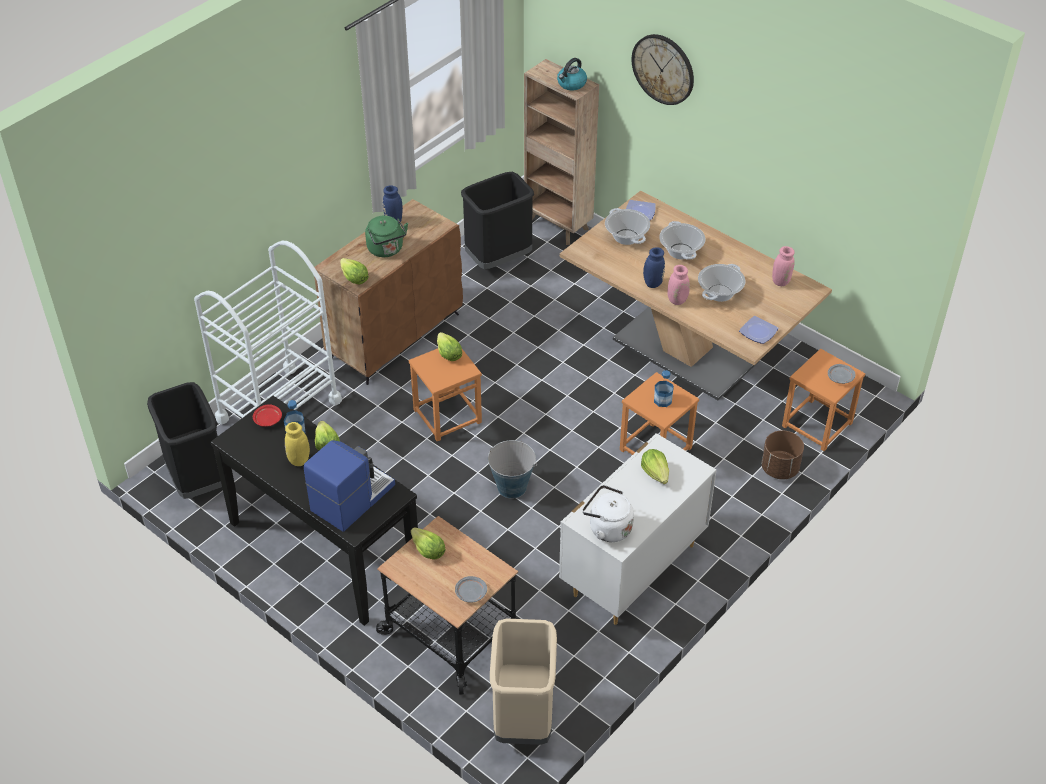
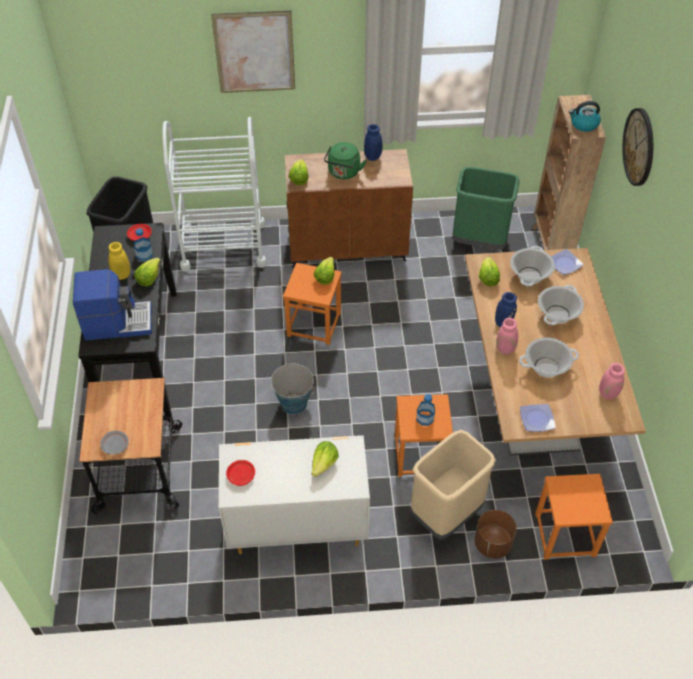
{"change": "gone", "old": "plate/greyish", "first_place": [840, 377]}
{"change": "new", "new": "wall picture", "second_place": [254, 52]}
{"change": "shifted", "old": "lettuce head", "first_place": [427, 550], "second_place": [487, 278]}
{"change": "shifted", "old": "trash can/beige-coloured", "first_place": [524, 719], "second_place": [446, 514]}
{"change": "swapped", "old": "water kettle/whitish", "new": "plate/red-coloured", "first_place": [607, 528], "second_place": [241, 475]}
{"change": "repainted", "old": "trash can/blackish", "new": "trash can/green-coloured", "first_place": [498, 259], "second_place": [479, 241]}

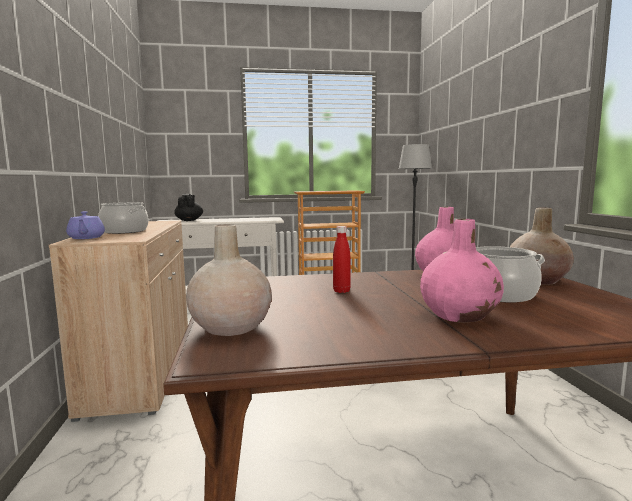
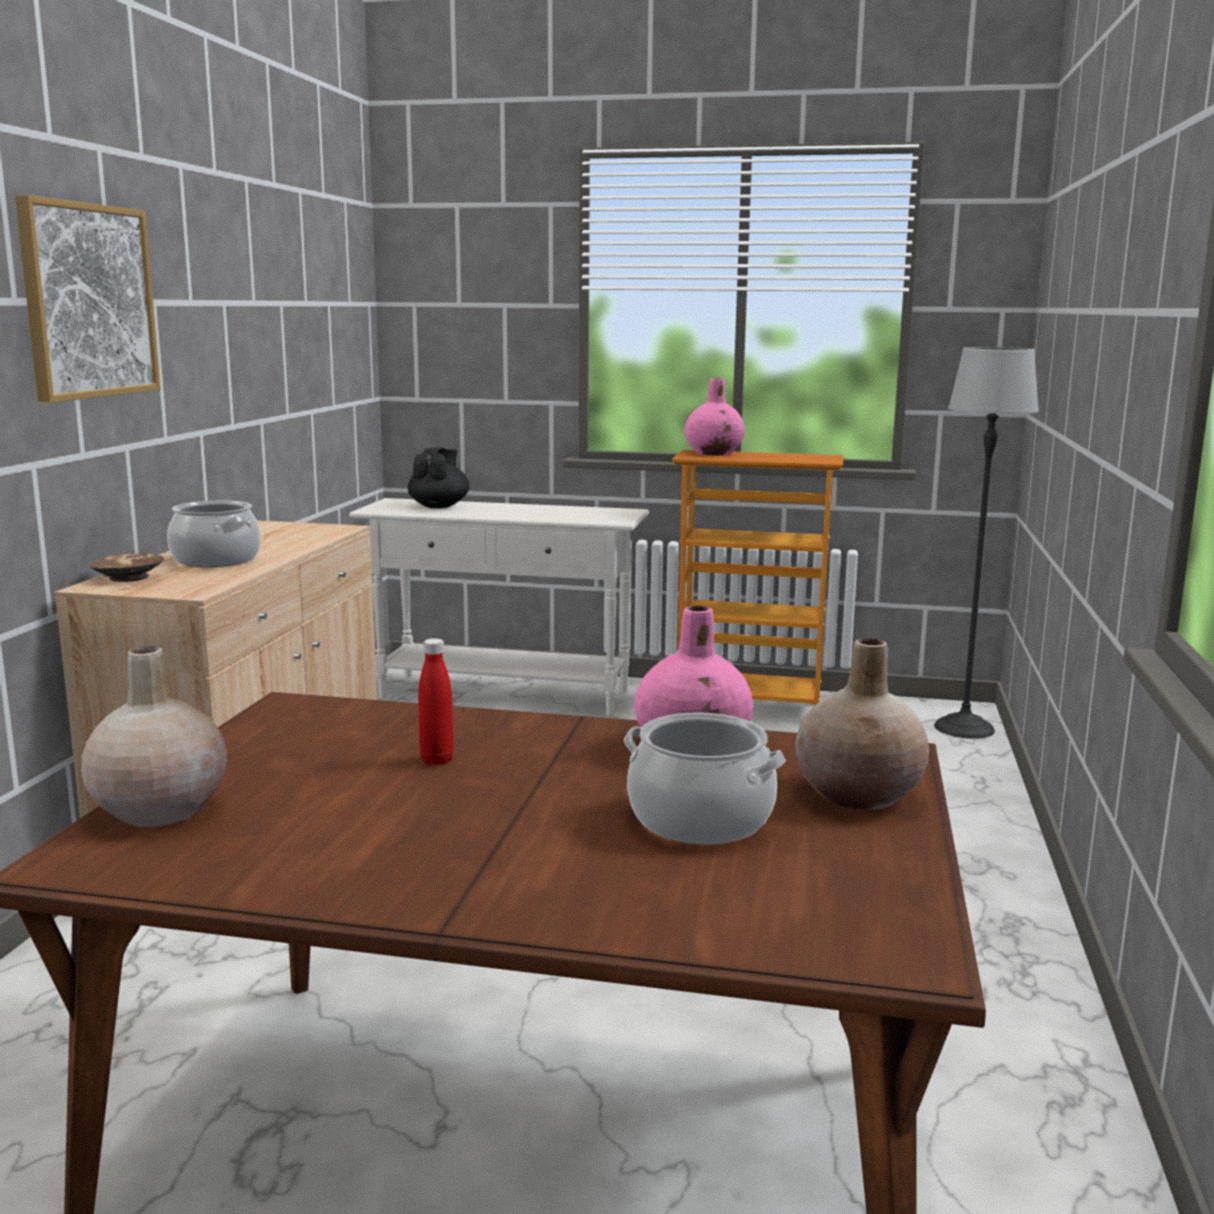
{"change": "new", "new": "wall picture", "second_place": [88, 301]}
{"change": "shifted", "old": "decorative vase/pink-coloured", "first_place": [459, 315], "second_place": [714, 453]}
{"change": "swapped", "old": "tea pot/purple-coloured", "new": "serving bowl/brown", "first_place": [86, 238], "second_place": [129, 577]}

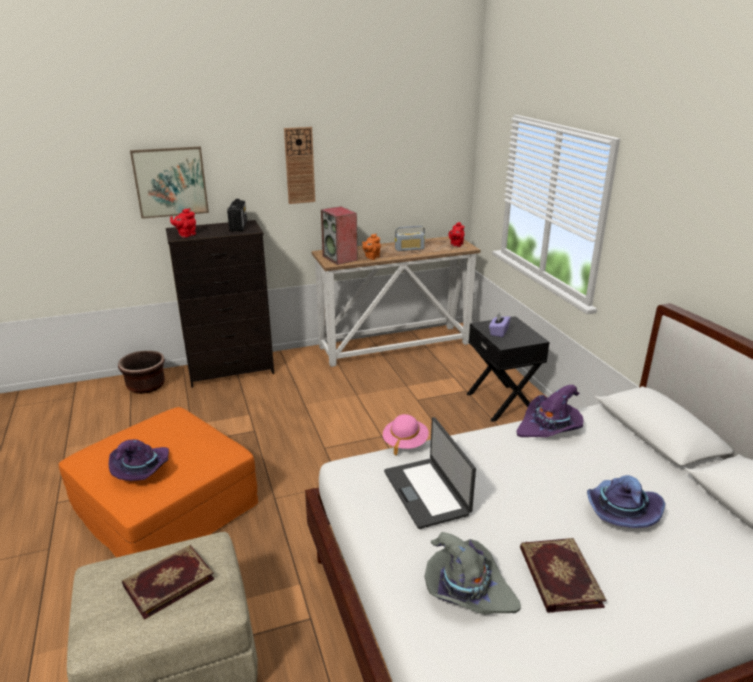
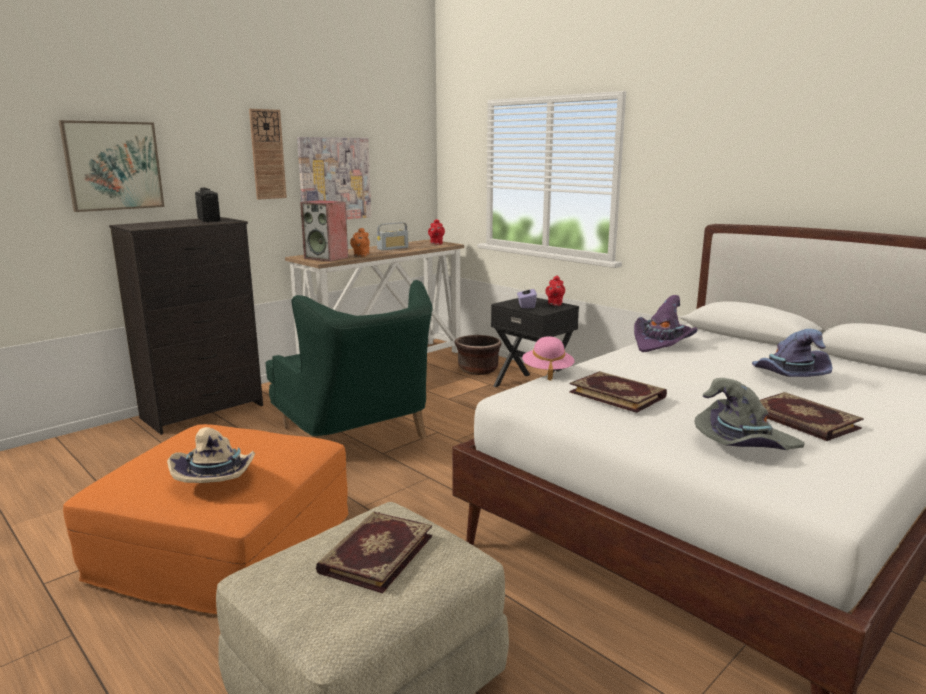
{"change": "new", "new": "easy chair/green-coloured", "second_place": [355, 434]}
{"change": "new", "new": "wall picture", "second_place": [334, 179]}
{"change": "shifted", "old": "flower pot/brown", "first_place": [146, 386], "second_place": [477, 370]}
{"change": "shifted", "old": "tea pot/red-coloured", "first_place": [186, 235], "second_place": [554, 304]}
{"change": "swapped", "old": "portable computer", "new": "bound book", "first_place": [427, 492], "second_place": [617, 394]}
{"change": "repainted", "old": "hat/purple-coloured", "new": "hat/beige-coloured", "first_place": [142, 470], "second_place": [216, 477]}

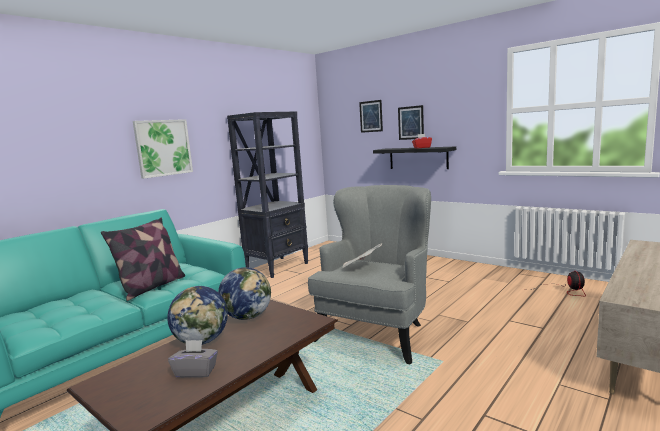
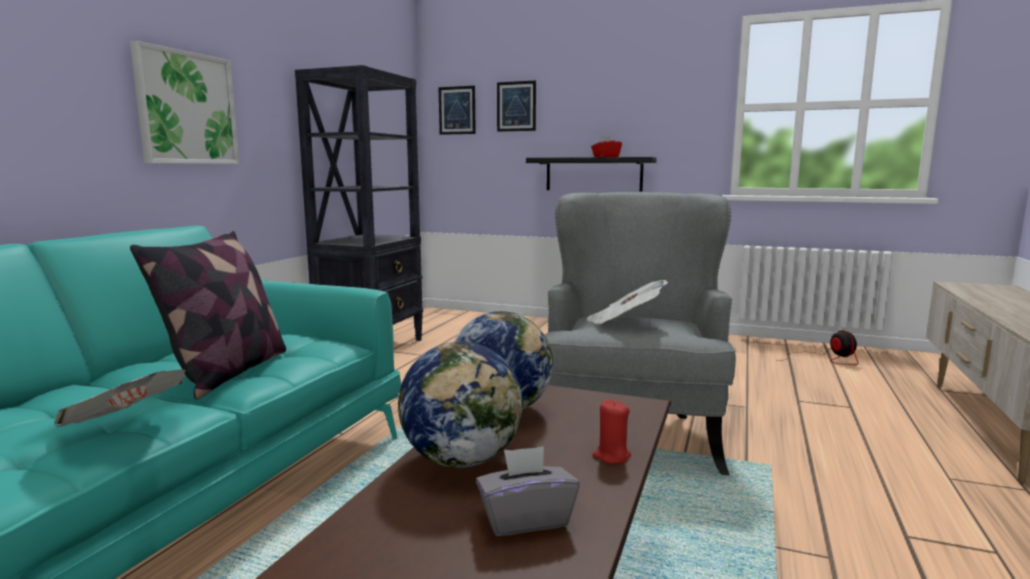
{"change": "new", "new": "daily paper", "second_place": [126, 428]}
{"change": "new", "new": "wax light/red-coloured", "second_place": [611, 456]}
{"change": "shifted", "old": "wall picture", "first_place": [411, 123], "second_place": [457, 110]}

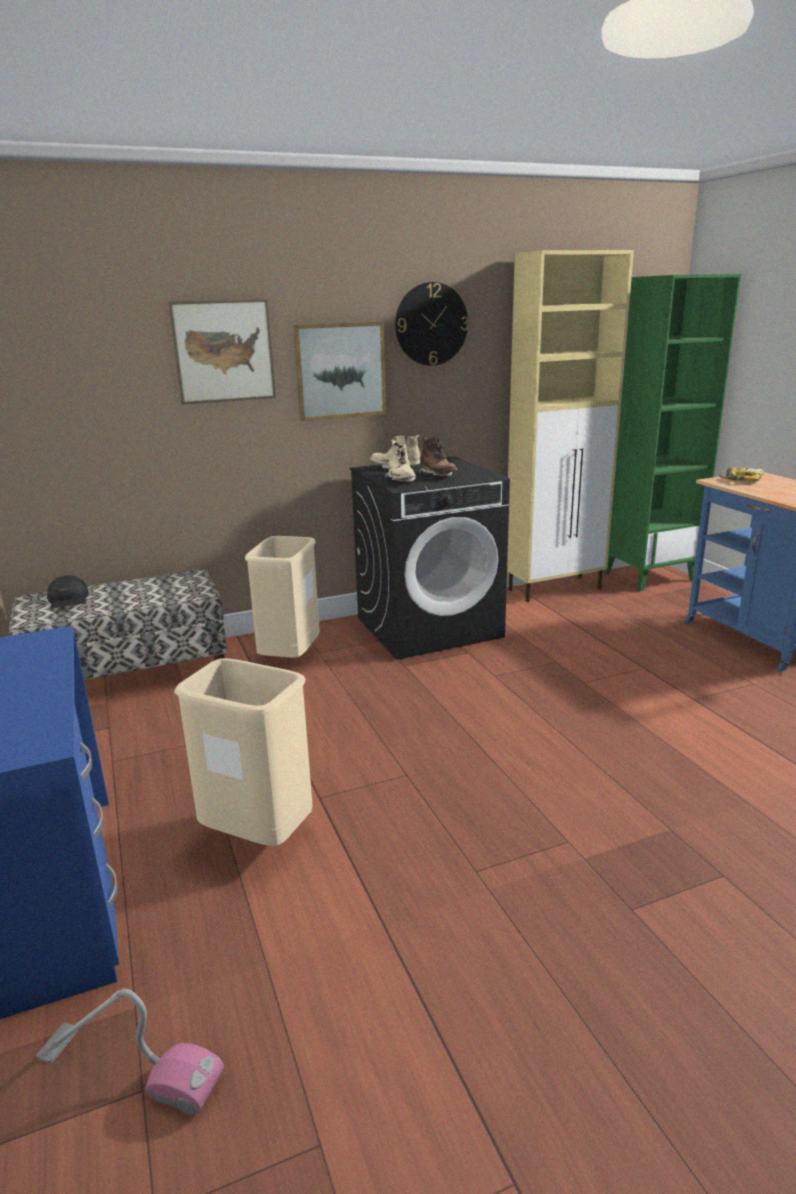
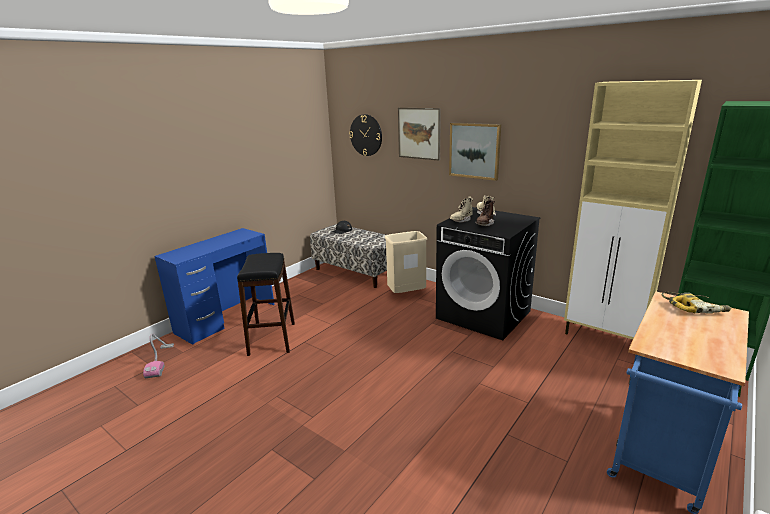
{"change": "shifted", "old": "clock on the wall", "first_place": [431, 324], "second_place": [366, 135]}
{"change": "swapped", "old": "trash can/beige-coloured", "new": "stool seat/blackish", "first_place": [258, 835], "second_place": [272, 339]}

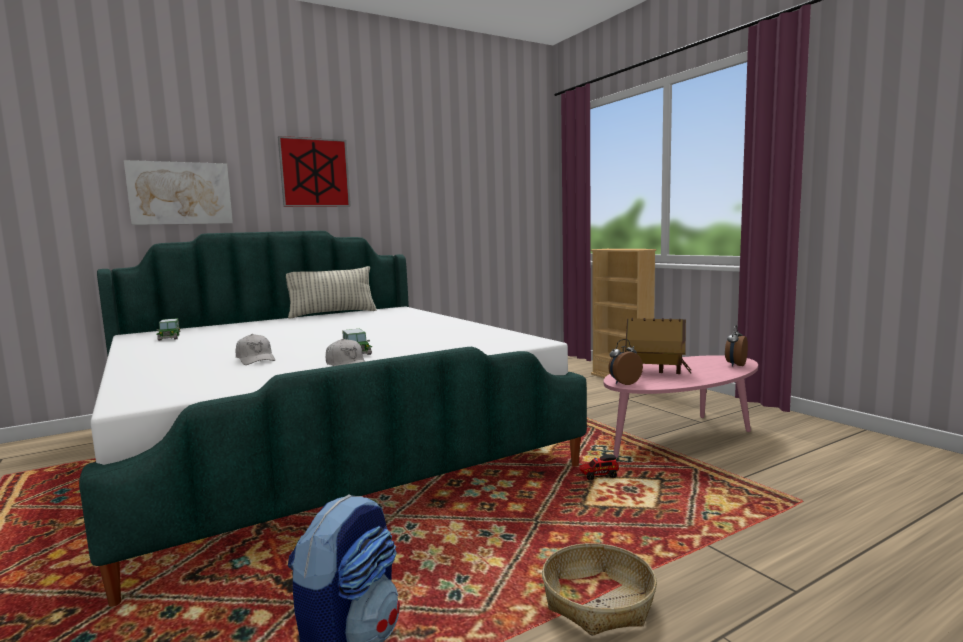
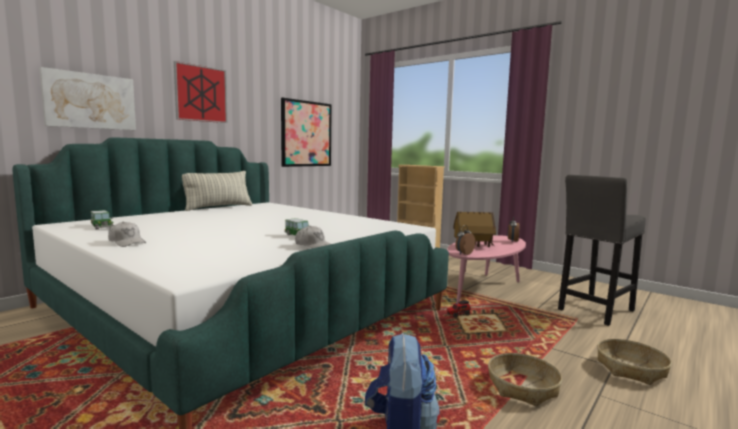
{"change": "new", "new": "wall picture", "second_place": [306, 134]}
{"change": "new", "new": "stool seat/greyish", "second_place": [594, 311]}
{"change": "new", "new": "basket", "second_place": [631, 369]}
{"change": "shifted", "old": "cap/whitish", "first_place": [256, 359], "second_place": [127, 242]}

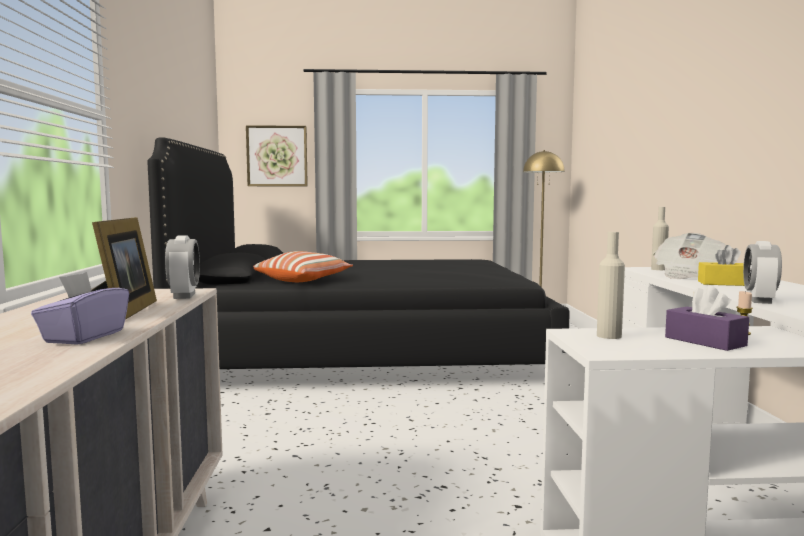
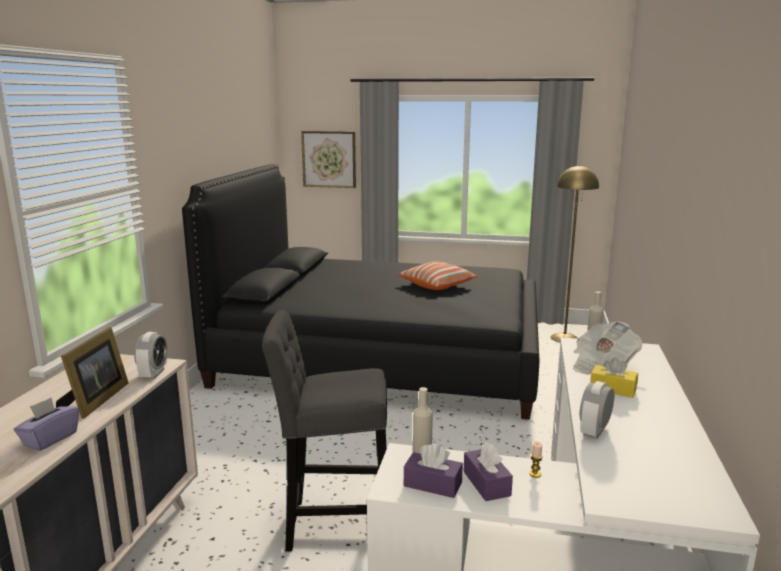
{"change": "new", "new": "stool seat/greyish", "second_place": [332, 524]}
{"change": "new", "new": "tissue box/purple-coloured", "second_place": [432, 484]}
{"change": "shifted", "old": "pillow", "first_place": [303, 280], "second_place": [438, 285]}

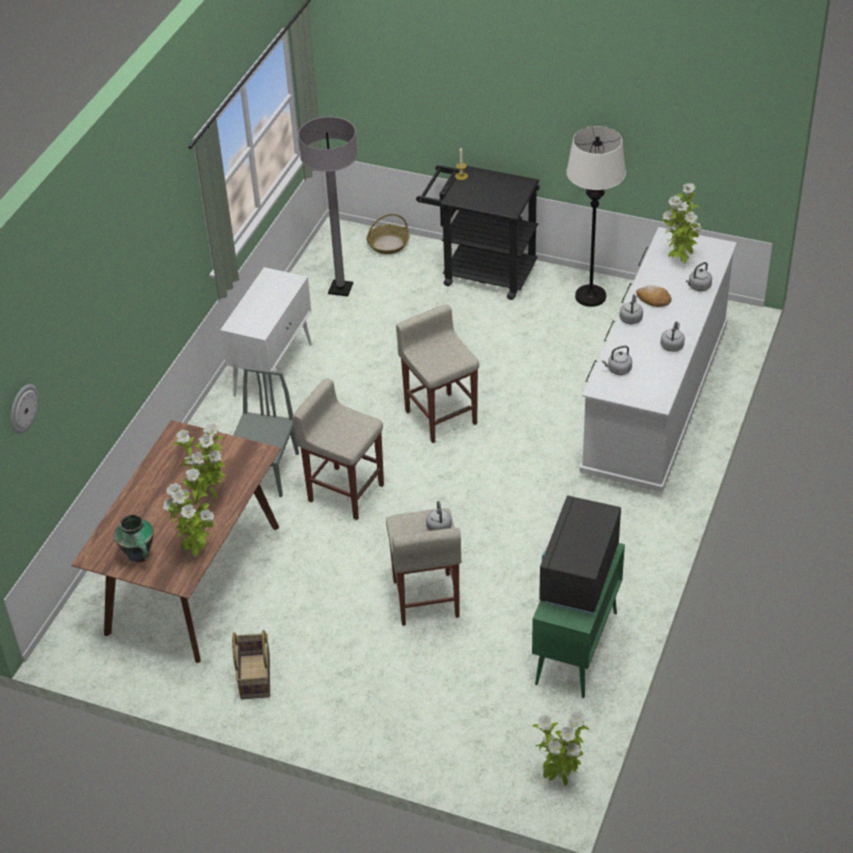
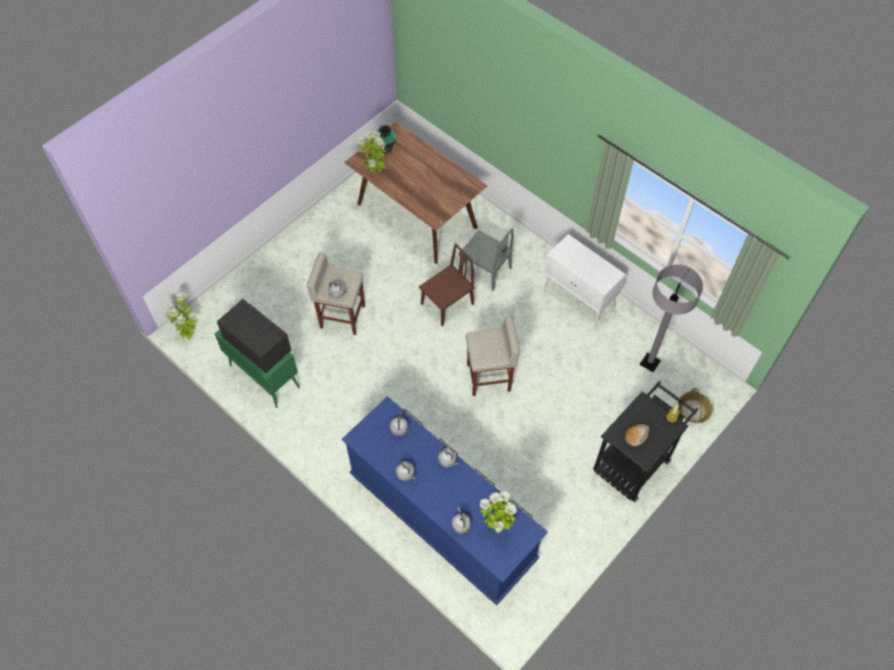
{"change": "gone", "old": "clock on the wall", "first_place": [23, 408]}
{"change": "gone", "old": "plant in a pot", "first_place": [210, 495]}
{"change": "gone", "old": "basket", "first_place": [254, 676]}
{"change": "gone", "old": "floor lamp/whitish", "first_place": [590, 296]}
{"change": "shifted", "old": "bread", "first_place": [653, 300], "second_place": [636, 436]}
{"change": "swapped", "old": "stool seat/beige-coloured", "new": "upright chair/brown", "first_place": [345, 492], "second_place": [447, 304]}
{"change": "repainted", "old": "dresser/whitish", "new": "dresser/blue-coloured", "first_place": [655, 401], "second_place": [442, 516]}

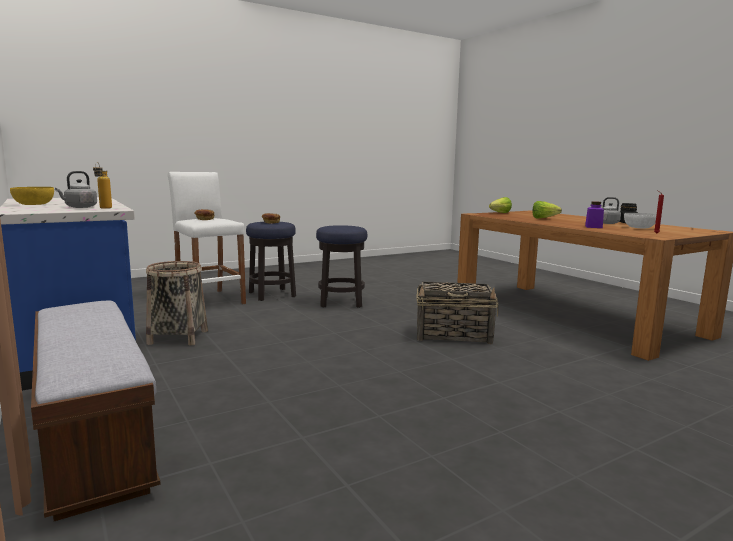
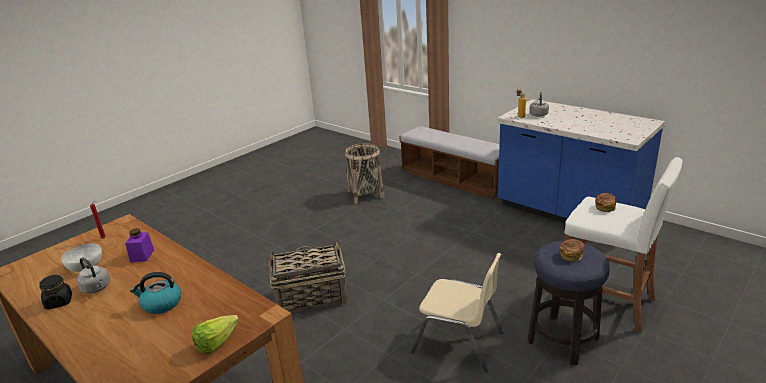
{"change": "gone", "old": "serving bowl/yellow-coloured", "first_place": [34, 204]}
{"change": "shifted", "old": "basket", "first_place": [178, 337], "second_place": [366, 194]}
{"change": "swapped", "old": "stool seat", "new": "upright chair/beige-coloured", "first_place": [341, 302], "second_place": [458, 342]}
{"change": "swapped", "old": "lettuce head", "new": "water kettle", "first_place": [546, 218], "second_place": [161, 304]}

